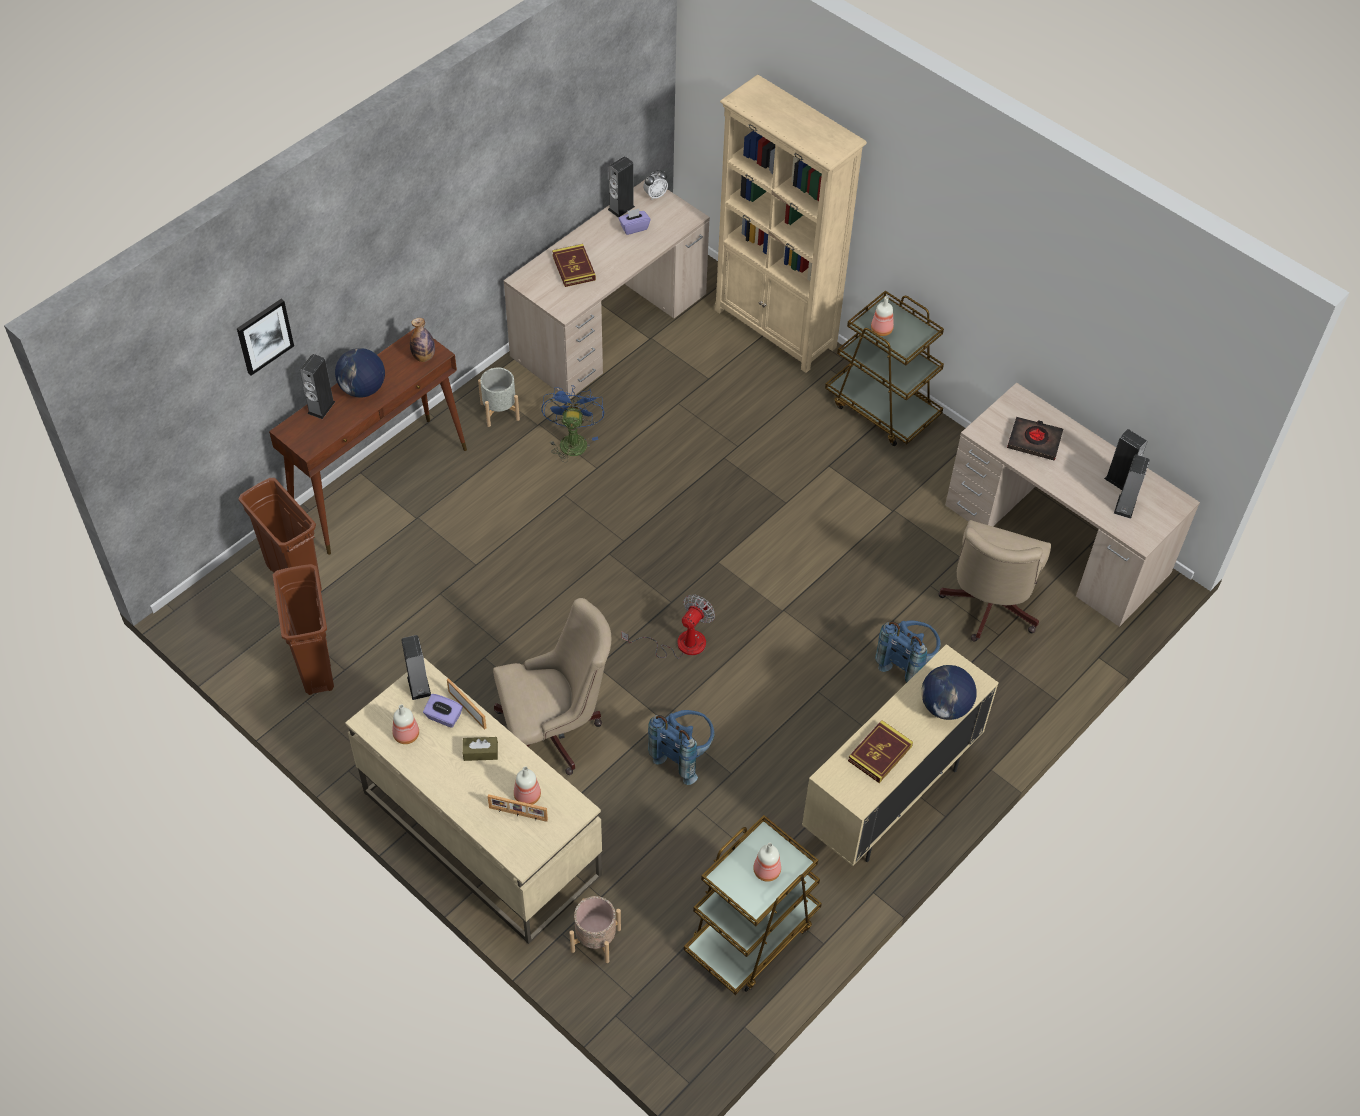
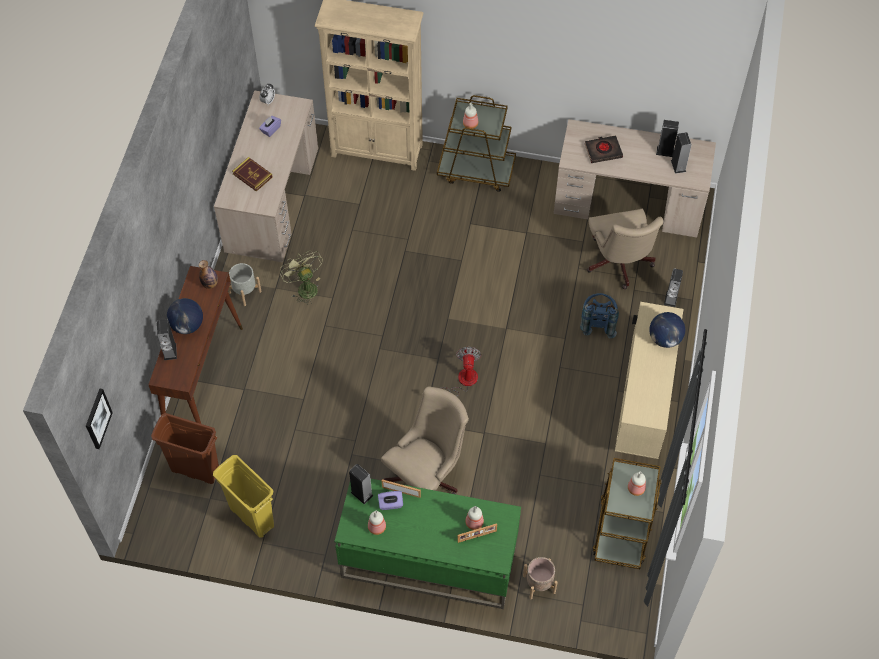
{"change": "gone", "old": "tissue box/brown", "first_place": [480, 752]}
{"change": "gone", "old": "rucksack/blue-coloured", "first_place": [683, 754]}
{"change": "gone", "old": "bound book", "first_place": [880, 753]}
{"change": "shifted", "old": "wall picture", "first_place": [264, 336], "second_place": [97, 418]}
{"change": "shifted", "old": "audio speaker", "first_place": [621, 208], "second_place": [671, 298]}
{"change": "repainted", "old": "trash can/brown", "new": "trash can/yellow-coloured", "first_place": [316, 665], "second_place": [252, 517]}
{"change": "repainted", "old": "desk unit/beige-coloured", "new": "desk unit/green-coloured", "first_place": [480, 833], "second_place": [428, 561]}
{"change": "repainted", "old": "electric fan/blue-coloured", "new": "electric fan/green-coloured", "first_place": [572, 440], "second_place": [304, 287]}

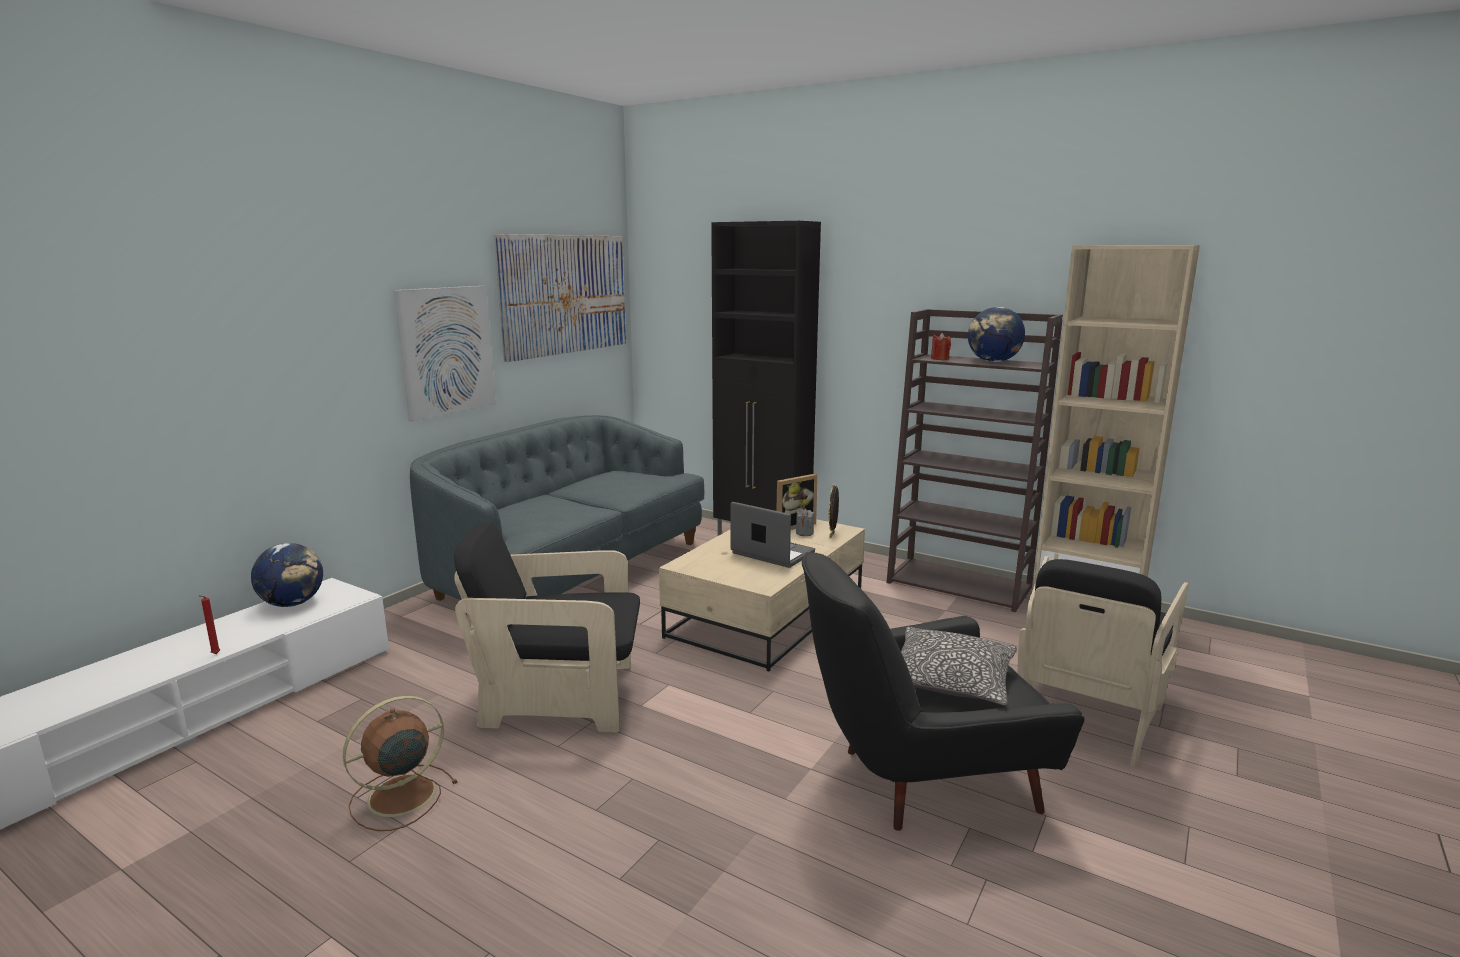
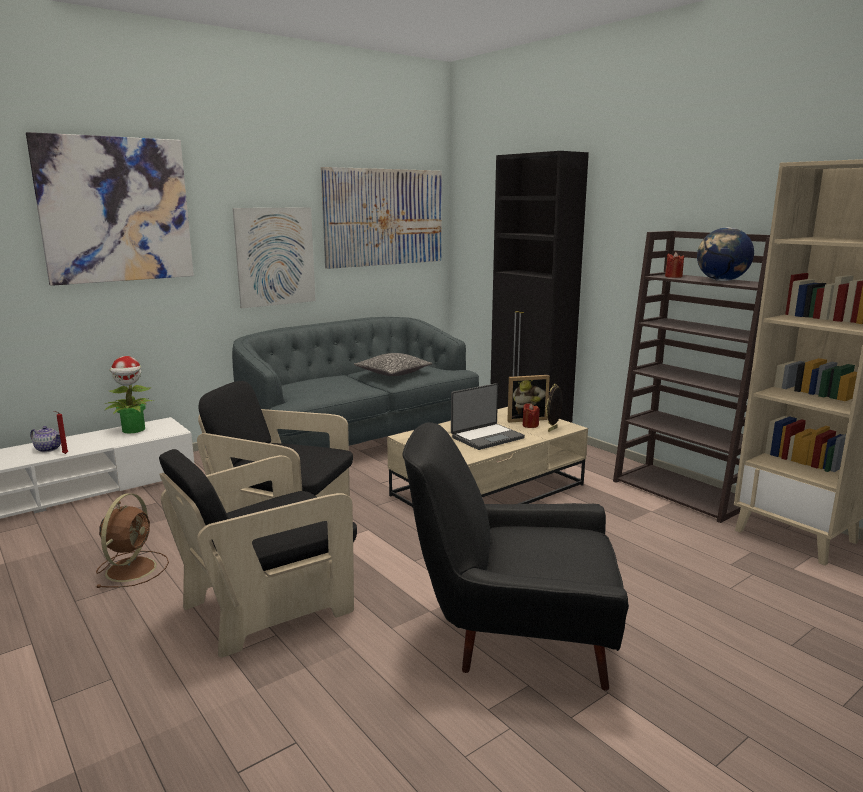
{"change": "new", "new": "wall picture", "second_place": [116, 210]}
{"change": "new", "new": "tea pot", "second_place": [48, 449]}
{"change": "shifted", "old": "pillow", "first_place": [950, 680], "second_place": [393, 373]}
{"change": "shifted", "old": "easy chair/blackish", "first_place": [1087, 714], "second_place": [268, 606]}
{"change": "swapped", "old": "desk globe", "new": "plant in a pot", "first_place": [293, 603], "second_place": [134, 430]}
{"change": "repainted", "old": "wax light/greyish", "new": "wax light/red-coloured", "first_place": [804, 533], "second_place": [530, 425]}
{"change": "rotated", "old": "electric fan/brown", "first_place": [399, 797], "second_place": [132, 568], "degrees": 120}
{"change": "rotated", "old": "portable computer", "first_place": [771, 554], "second_place": [486, 437], "degrees": 90}

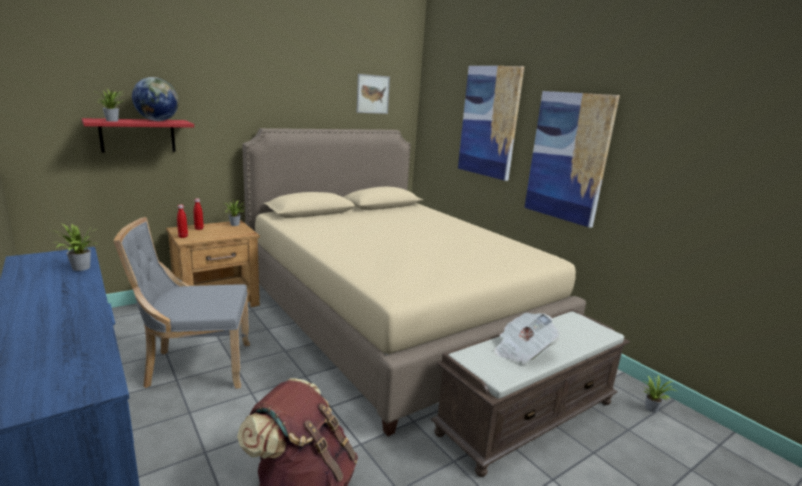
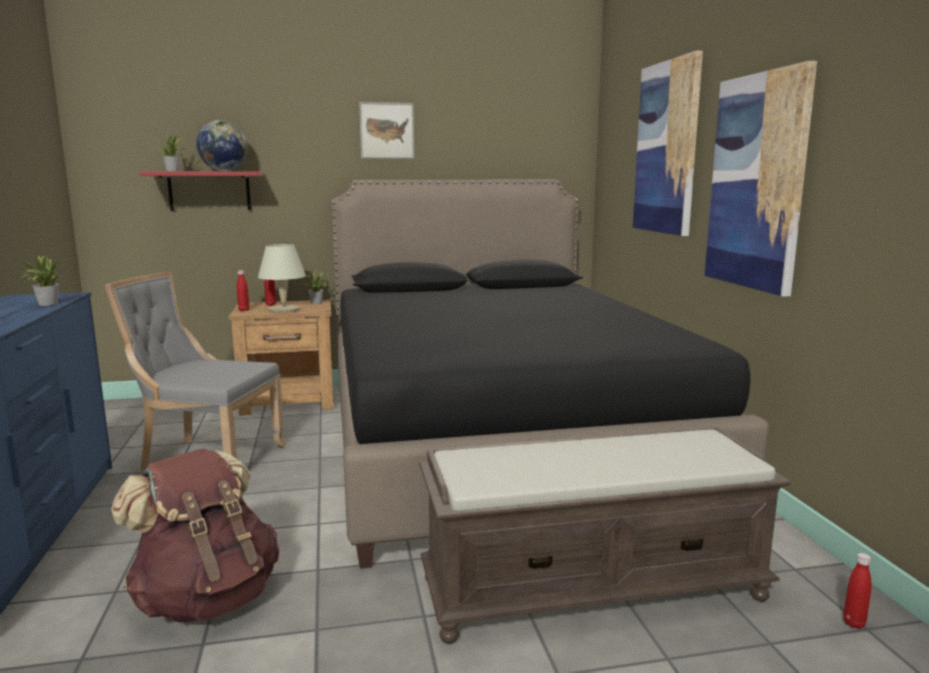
{"change": "gone", "old": "daily paper", "first_place": [522, 351]}
{"change": "new", "new": "table lamp/beige-coloured", "second_place": [284, 310]}
{"change": "shifted", "old": "wall picture", "first_place": [372, 94], "second_place": [387, 130]}
{"change": "swapped", "old": "plant in a pot", "new": "bottle/red-coloured", "first_place": [651, 408], "second_place": [854, 623]}
{"change": "repainted", "old": "sleeping bed/beige-coloured", "new": "sleeping bed/blackish", "first_place": [393, 317], "second_place": [495, 440]}

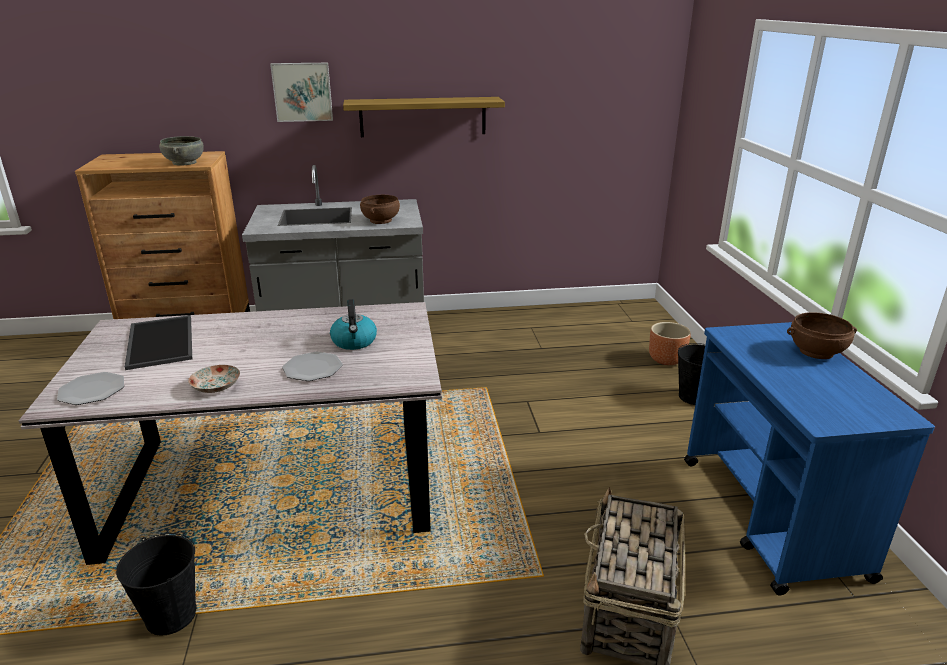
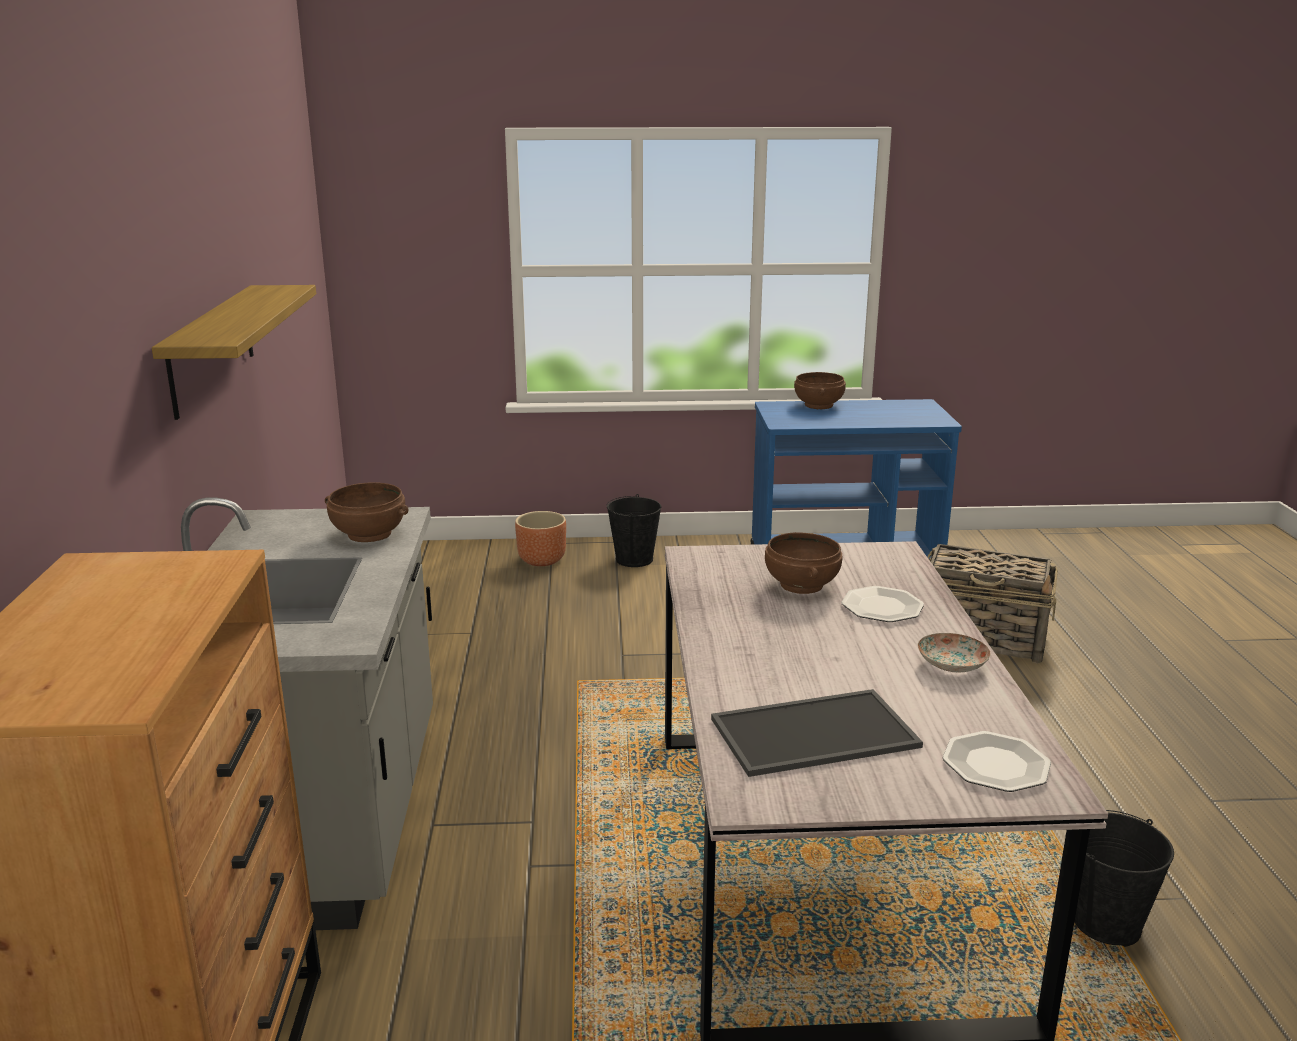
{"change": "gone", "old": "serving bowl/greyish", "first_place": [184, 163]}
{"change": "gone", "old": "wall picture", "first_place": [302, 92]}
{"change": "swapped", "old": "water kettle", "new": "serving bowl/brown", "first_place": [354, 342], "second_place": [800, 585]}

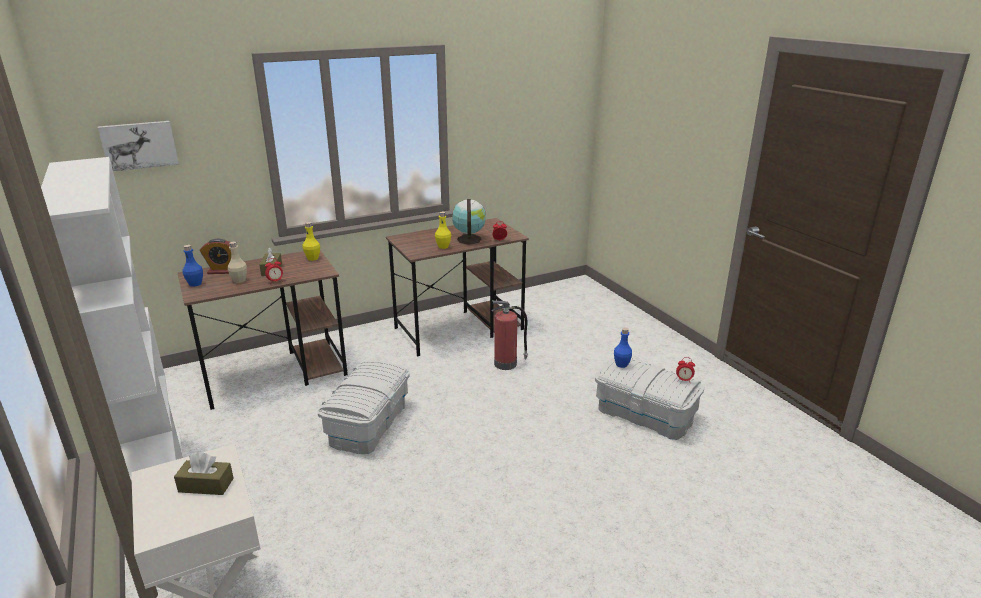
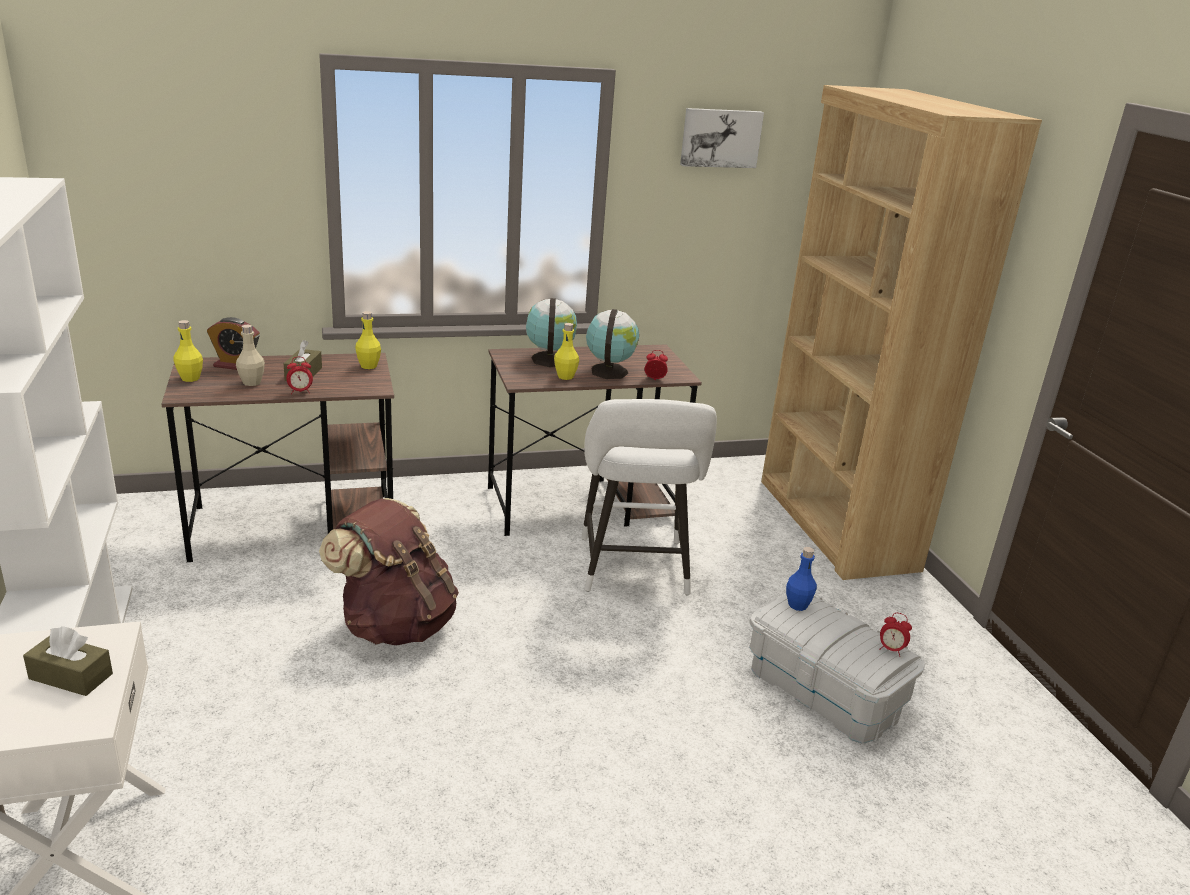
{"change": "new", "new": "desk globe", "second_place": [549, 359]}
{"change": "new", "new": "bookshelf/brown", "second_place": [835, 524]}
{"change": "shifted", "old": "wall picture", "first_place": [139, 145], "second_place": [720, 138]}
{"change": "swapped", "old": "storage box/whitish", "new": "rucksack/brown", "first_place": [368, 423], "second_place": [395, 624]}
{"change": "swapped", "old": "fire extinguisher", "new": "stool seat/whitish", "first_place": [506, 363], "second_place": [634, 570]}
{"change": "repainted", "old": "bottle/blue-coloured", "new": "bottle/yellow-coloured", "first_place": [195, 284], "second_place": [190, 378]}

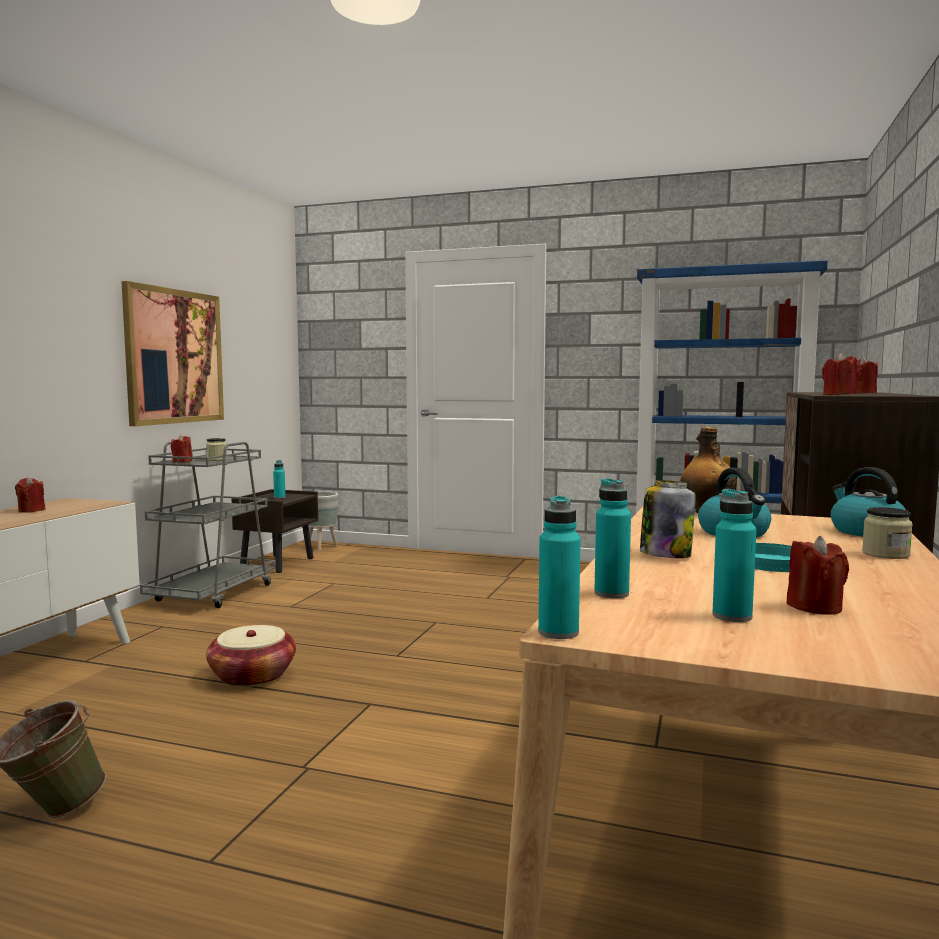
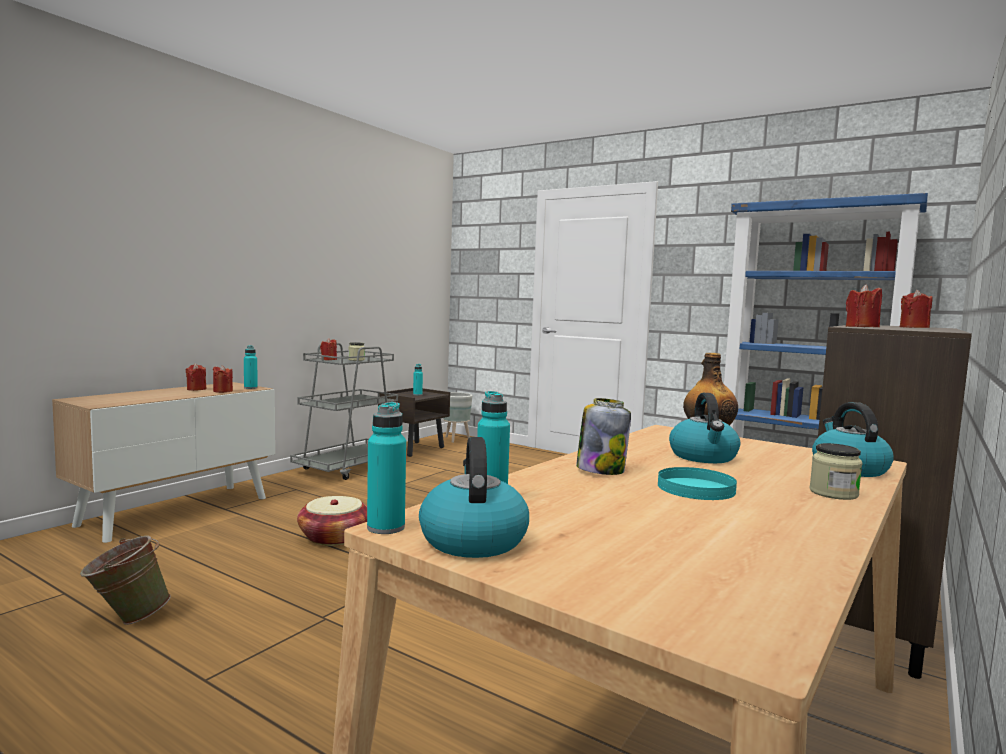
{"change": "gone", "old": "wall picture", "first_place": [174, 356]}
{"change": "new", "new": "water kettle", "second_place": [472, 539]}
{"change": "shifted", "old": "bottle/turquoise", "first_place": [732, 616], "second_place": [250, 388]}
{"change": "shifted", "old": "wax light/red-coloured", "first_place": [815, 607], "second_place": [223, 391]}

